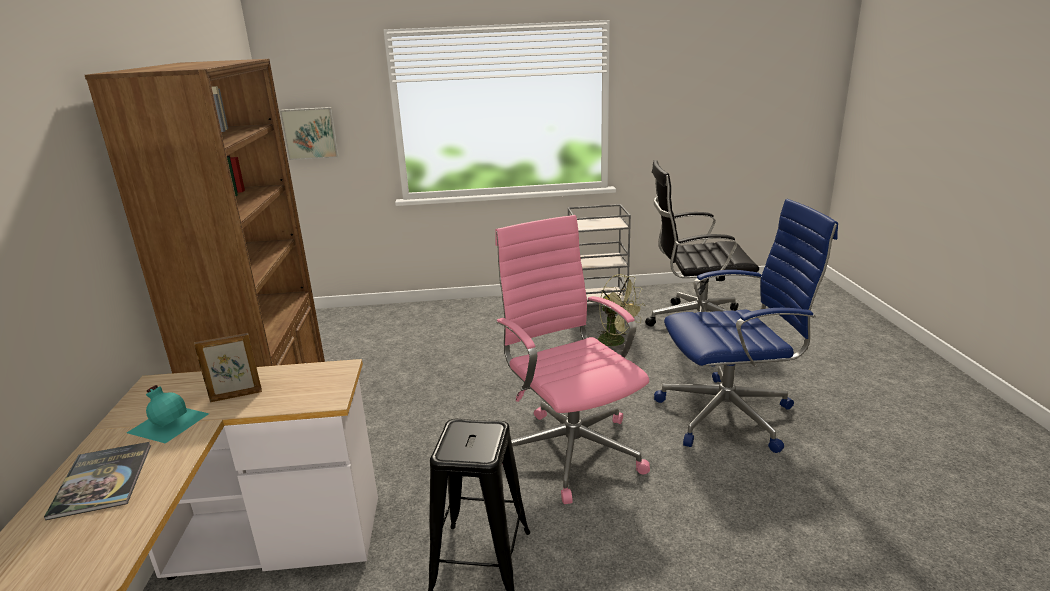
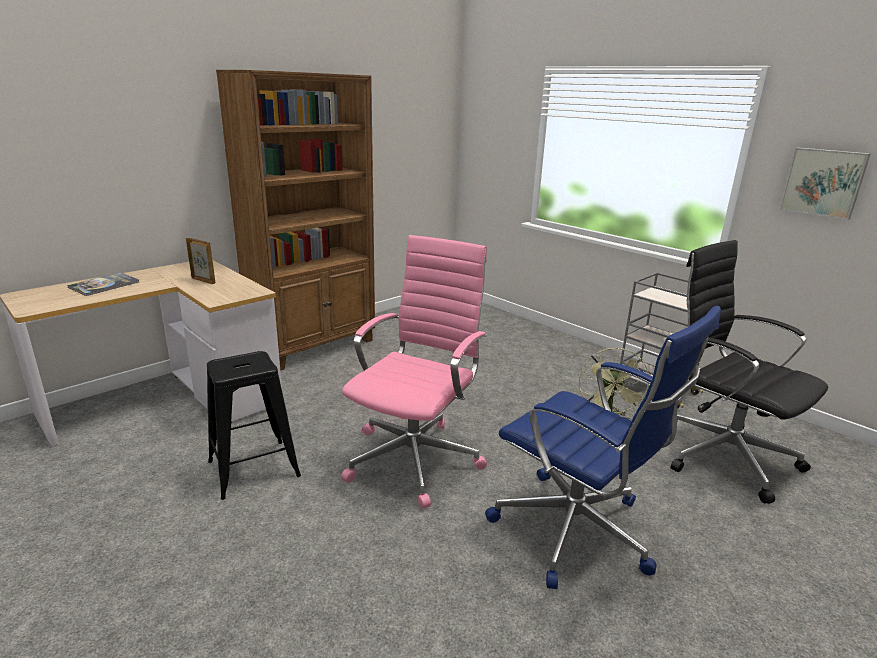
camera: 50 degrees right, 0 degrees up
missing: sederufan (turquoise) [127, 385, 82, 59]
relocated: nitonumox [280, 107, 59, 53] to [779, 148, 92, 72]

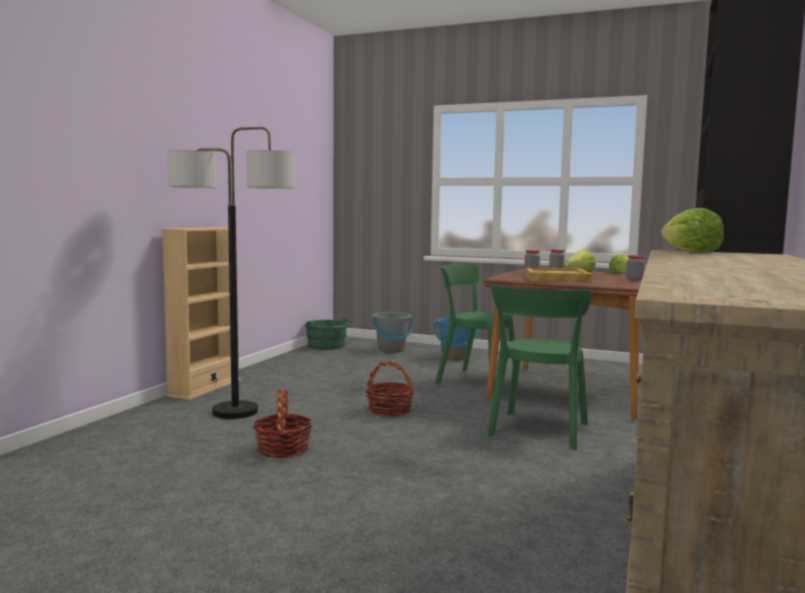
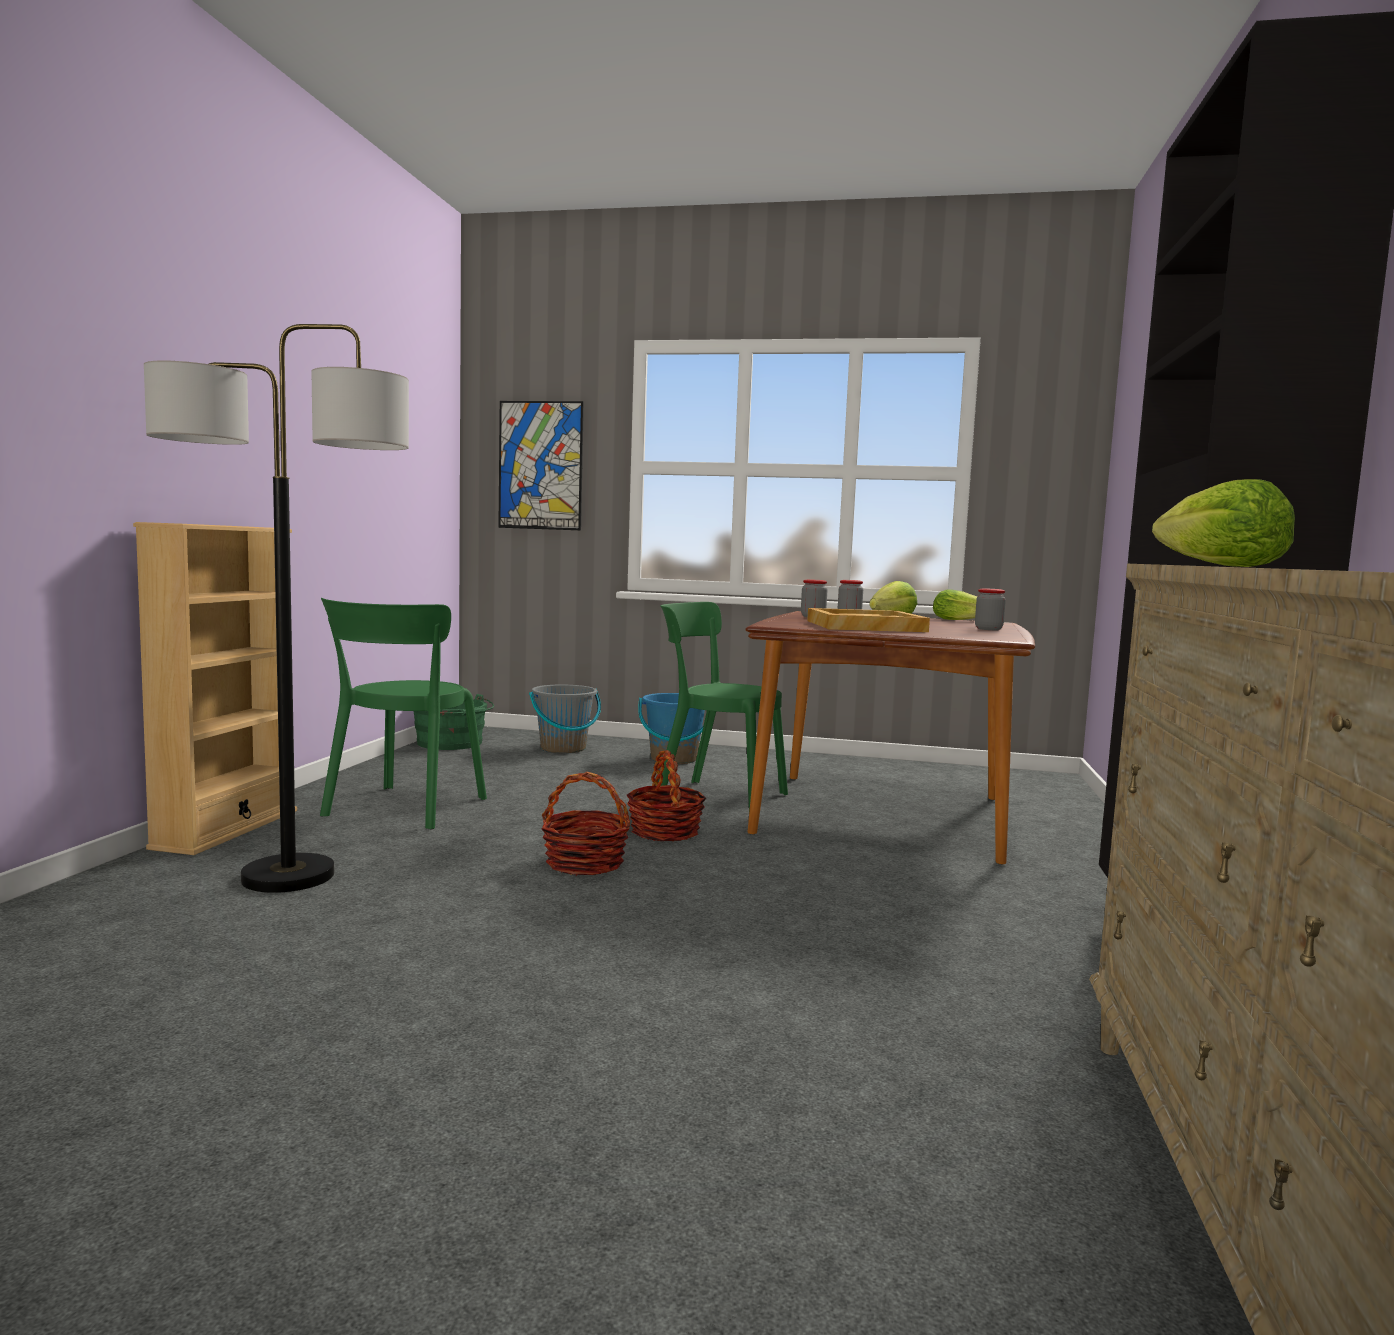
camera: 10 degrees left, 0 degrees up
appeared: nitonumox [498, 401, 86, 129]
relocated: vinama [253, 389, 59, 69] to [627, 750, 79, 91]; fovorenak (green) [487, 284, 105, 166] to [320, 598, 167, 231]

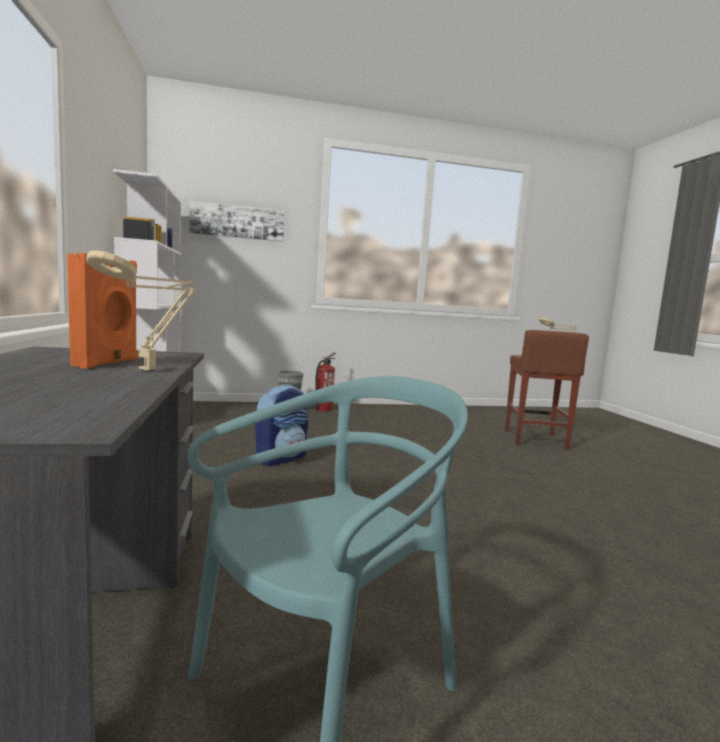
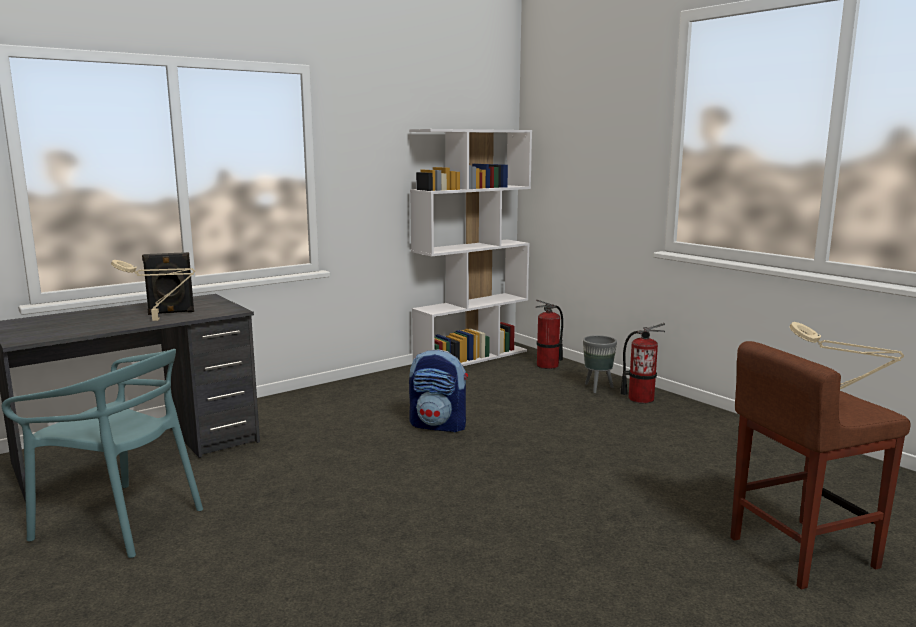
camera: 65 degrees right, 5 degrees up
missing: nitonumox [189, 201, 95, 41]
appeared: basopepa [535, 300, 28, 69]
colour: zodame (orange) [67, 253, 71, 116] to zodame (black) [142, 252, 52, 63]

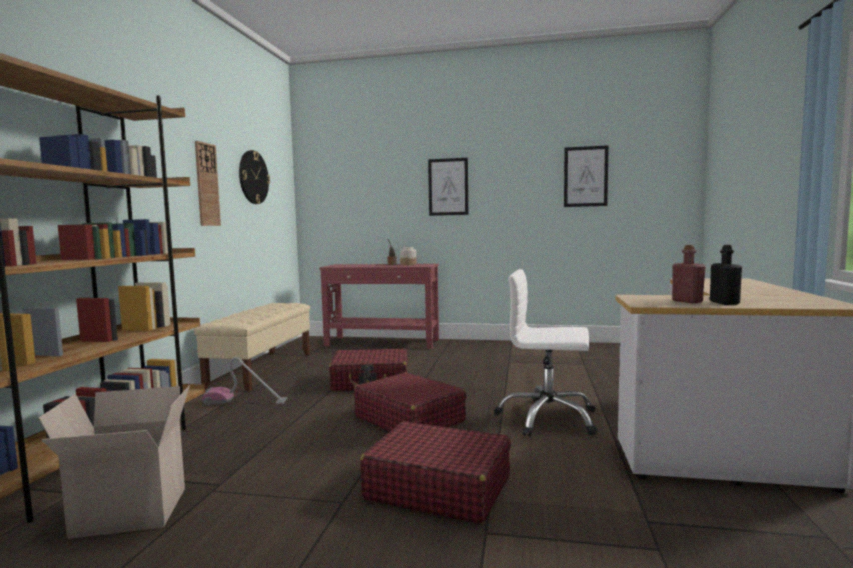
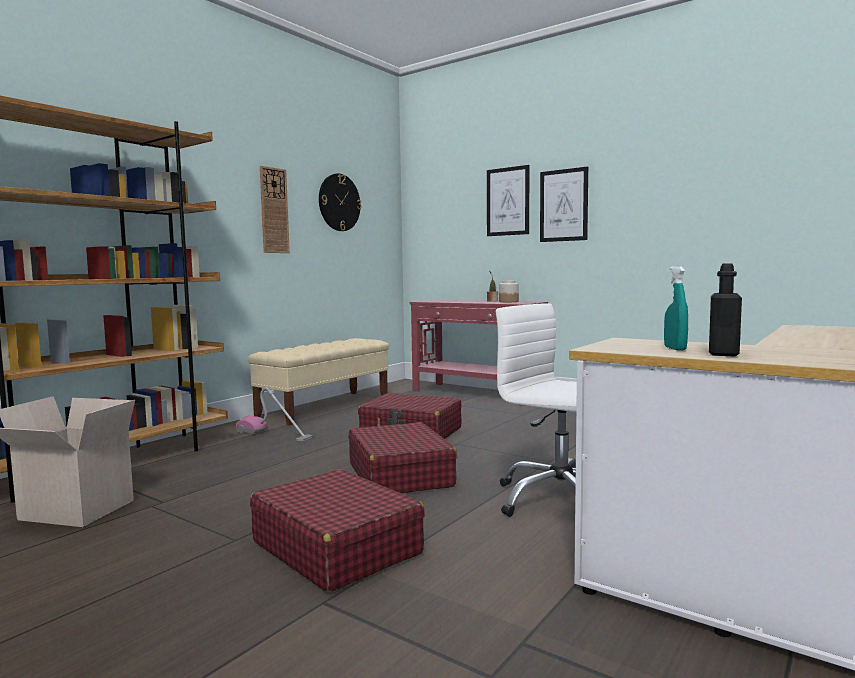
camera: 25 degrees right, 0 degrees up
relocated: nitonumox [564, 145, 45, 62] to [487, 165, 42, 71]
exchanged: sederufan (red) [672, 245, 34, 58] to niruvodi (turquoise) [664, 266, 24, 85]

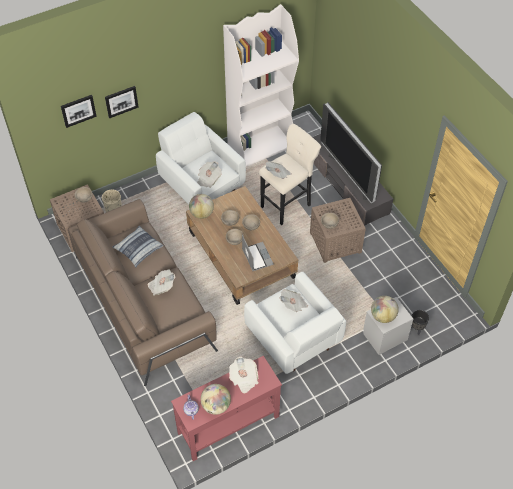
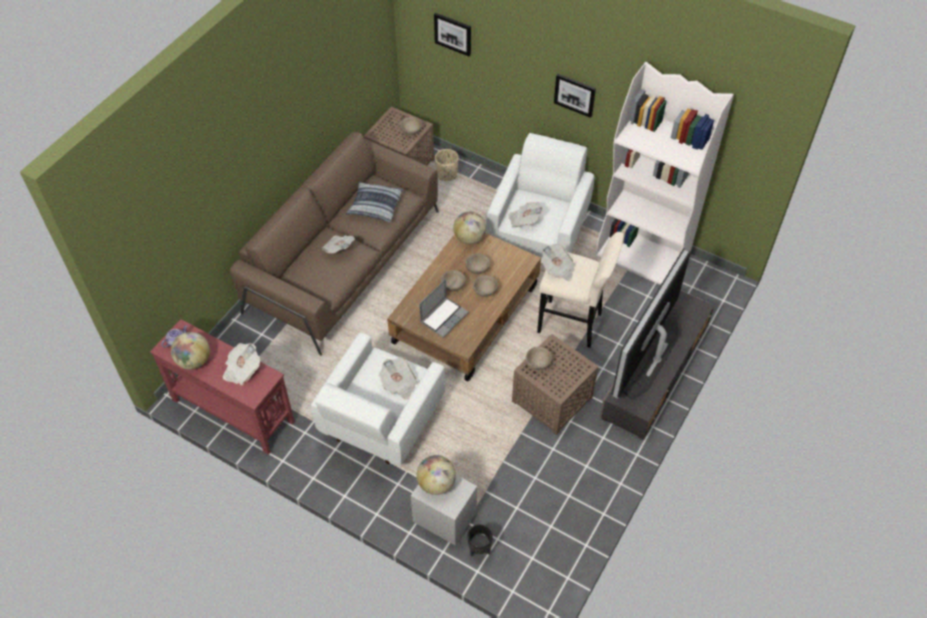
camera: 60 degrees right, 0 degrees up
relocated: nitonumox [105, 86, 34, 32] to [554, 74, 42, 44]

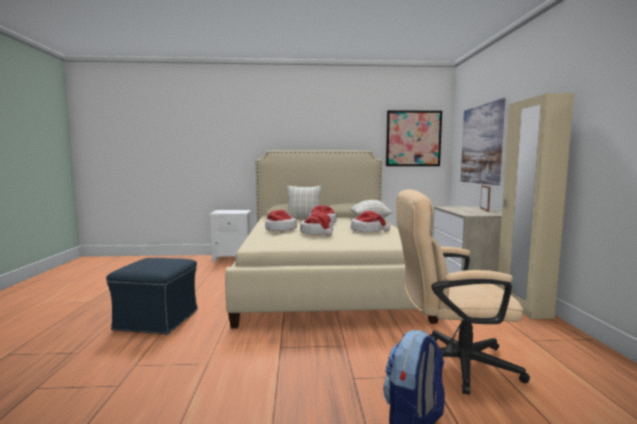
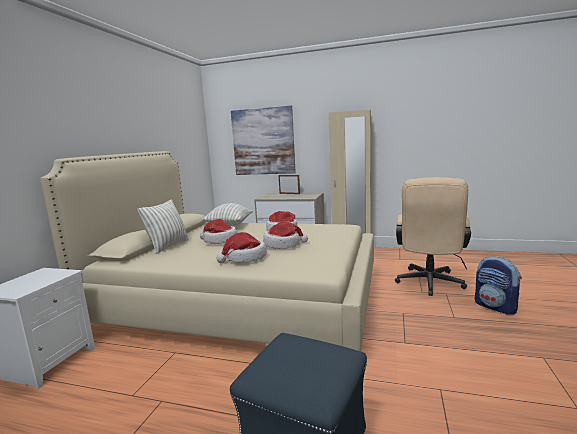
camera: 70 degrees left, 5 degrees up
missing: nitonumox [386, 110, 56, 56]

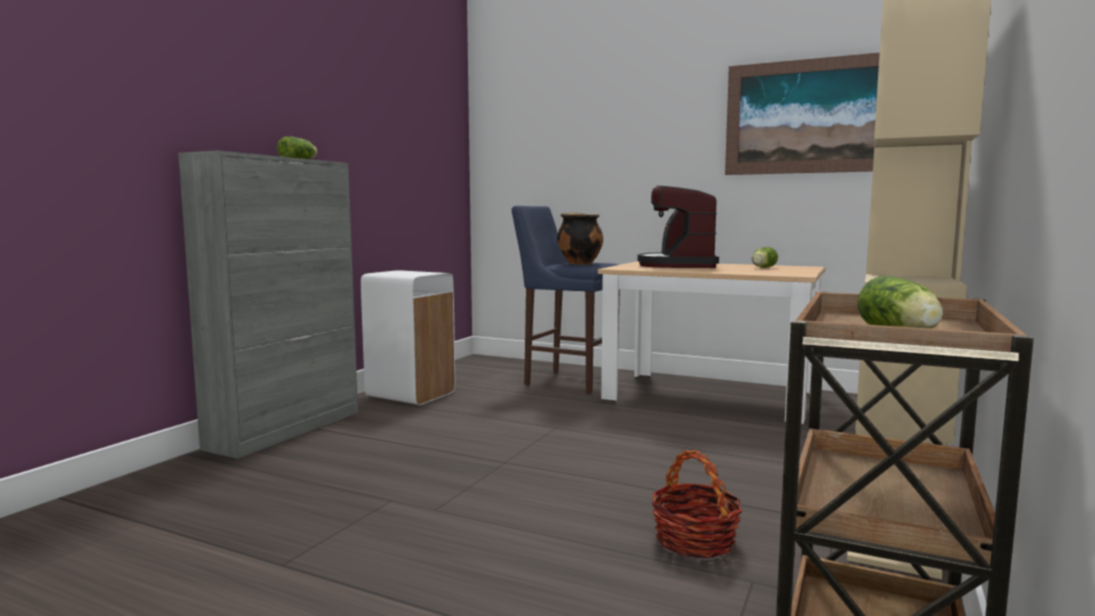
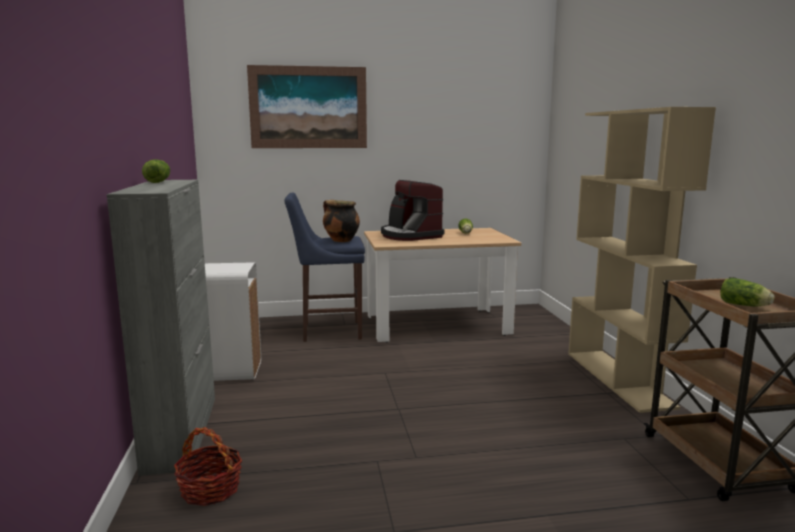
camera: 35 degrees left, 5 degrees up
relocated: vinama [651, 450, 91, 108] to [174, 427, 68, 79]; nitonumox [725, 53, 155, 122] to [247, 65, 120, 83]

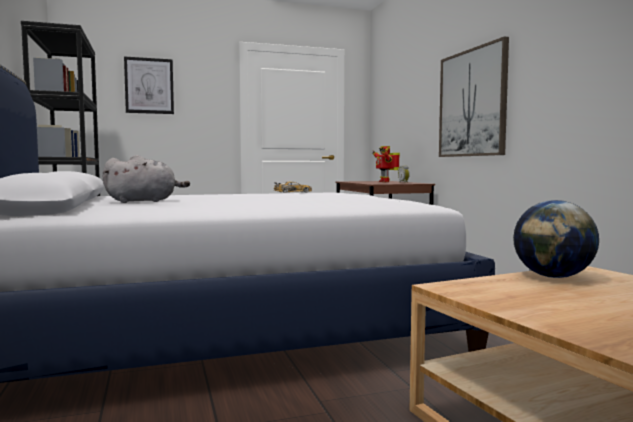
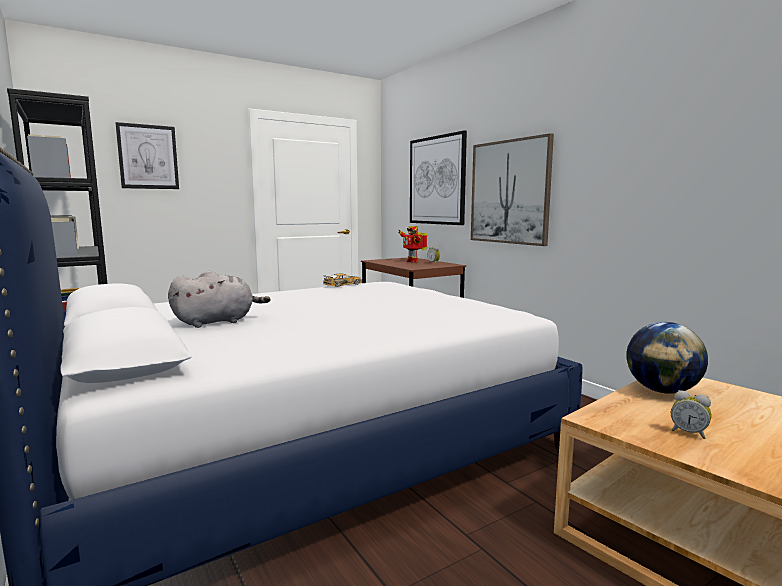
camera: 15 degrees left, 5 degrees up
appeared: nitonumox [410, 131, 57, 94]; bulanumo [671, 390, 40, 49]

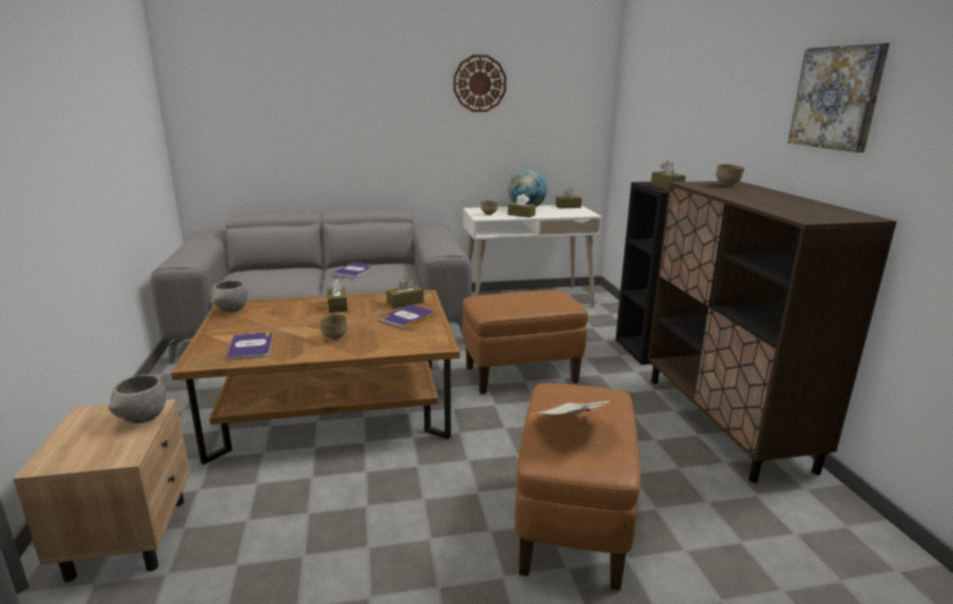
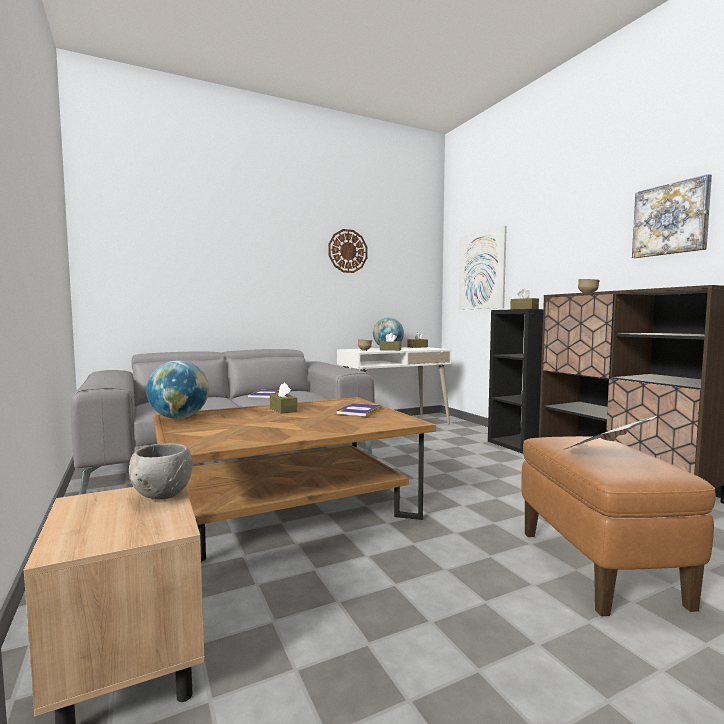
camera: 15 degrees left, 15 degrees down
missing: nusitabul [226, 332, 47, 29]; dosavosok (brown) [319, 314, 29, 26]; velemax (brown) [386, 277, 38, 32]; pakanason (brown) [462, 290, 126, 104]
appeared: nitonumox [459, 226, 48, 84]
exchanged: dosavosok (grey) [212, 280, 36, 32] to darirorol [146, 361, 63, 58]

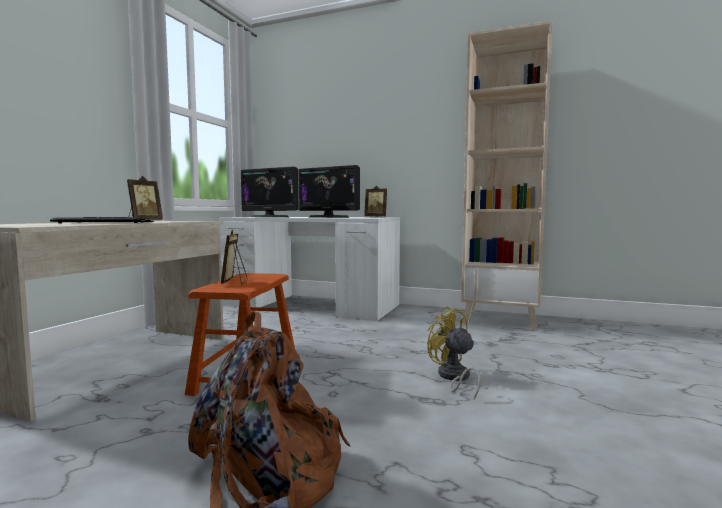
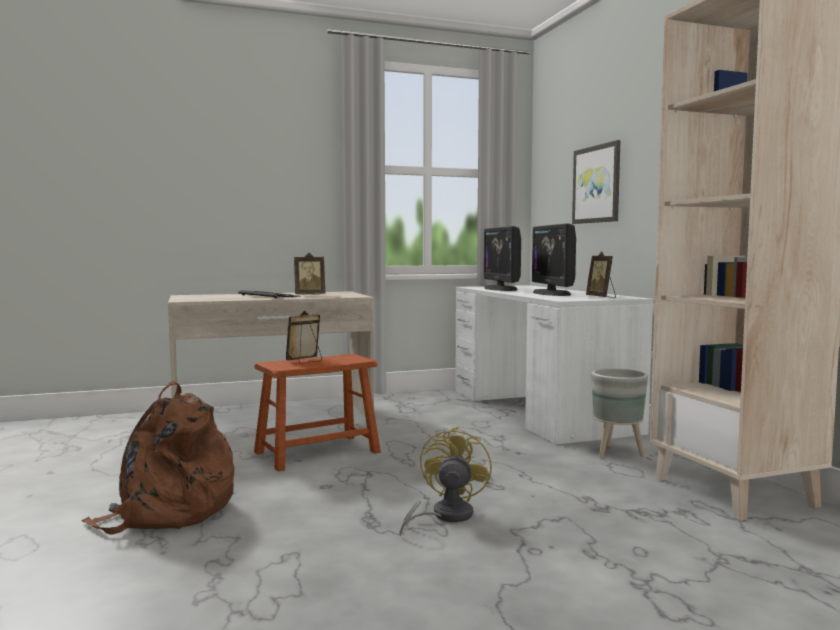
camera: 50 degrees right, 0 degrees up
appeared: nitonumox [572, 140, 48, 84]; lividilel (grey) [591, 368, 57, 90]

